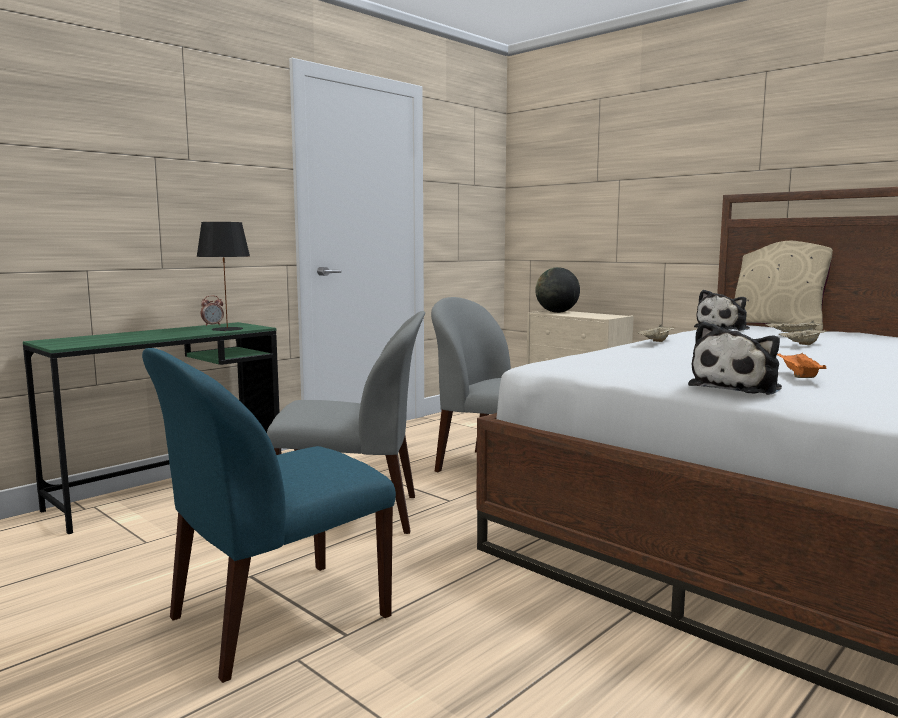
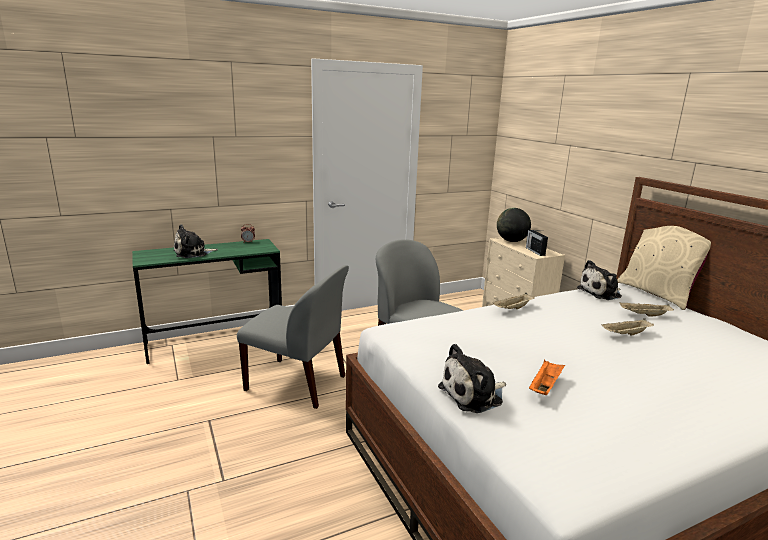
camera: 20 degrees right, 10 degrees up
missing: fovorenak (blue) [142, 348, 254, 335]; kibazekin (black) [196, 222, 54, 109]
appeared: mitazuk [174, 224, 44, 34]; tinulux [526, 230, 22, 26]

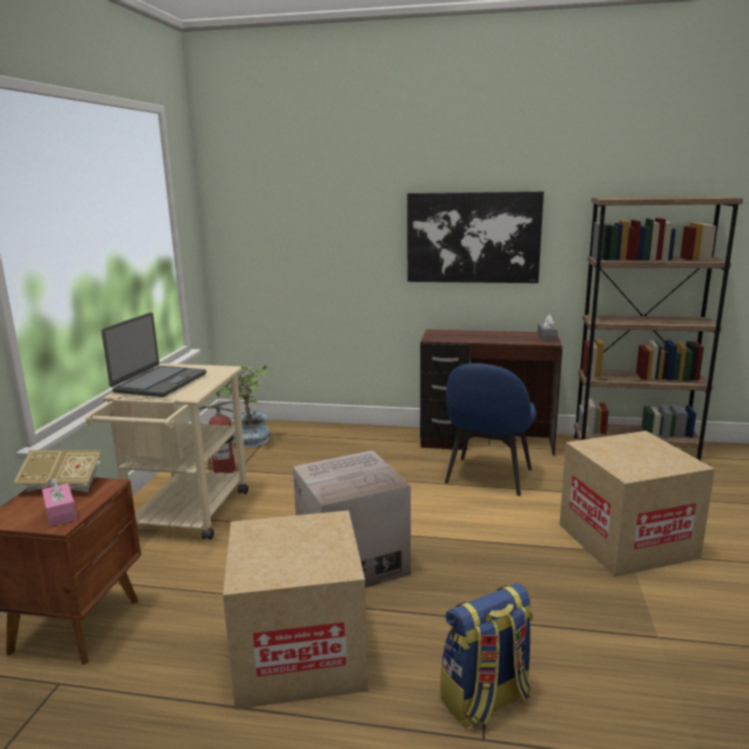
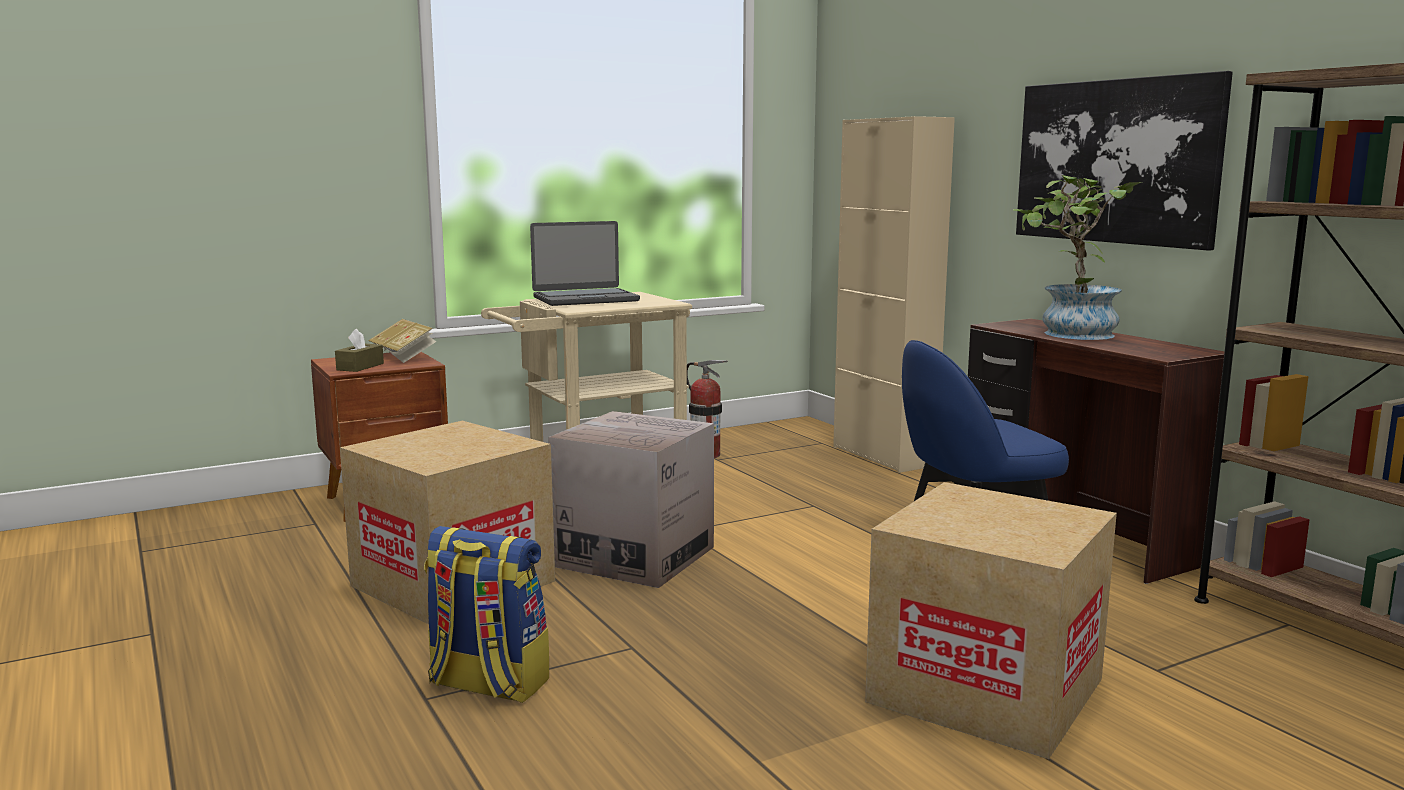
camera: 50 degrees right, 5 degrees down
missing: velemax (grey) [537, 315, 21, 26]
appeared: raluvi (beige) [833, 116, 122, 357]
relocated: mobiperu [216, 364, 56, 83] to [1013, 175, 128, 165]
colour: velemax (pink) [42, 478, 35, 48] to velemax (brown) [335, 329, 49, 43]

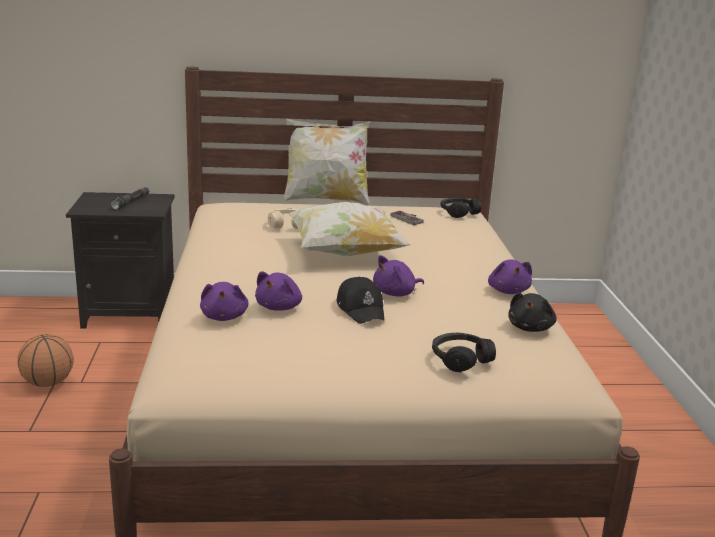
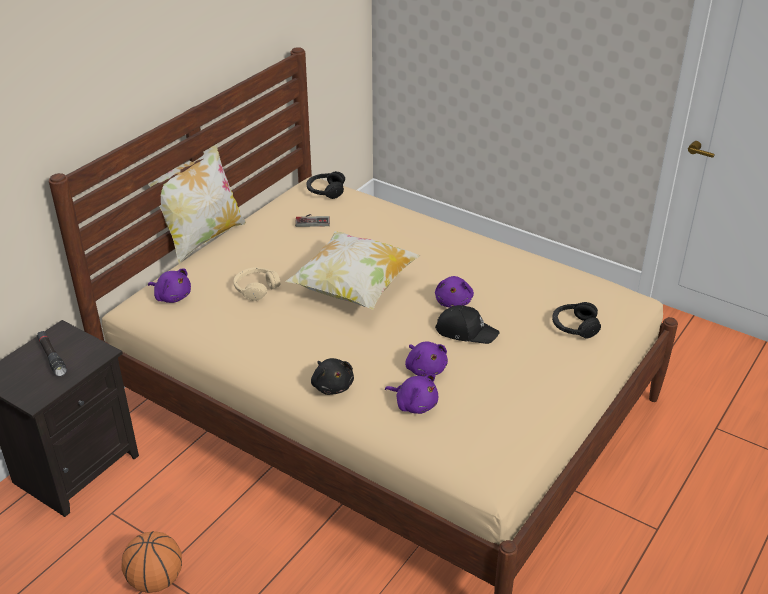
camera: 50 degrees left, 15 degrees up
relocated: mitazuk (purple) [488, 260, 44, 34] to [148, 268, 43, 35]; mitazuk (black) [509, 292, 48, 40] to [311, 358, 43, 37]

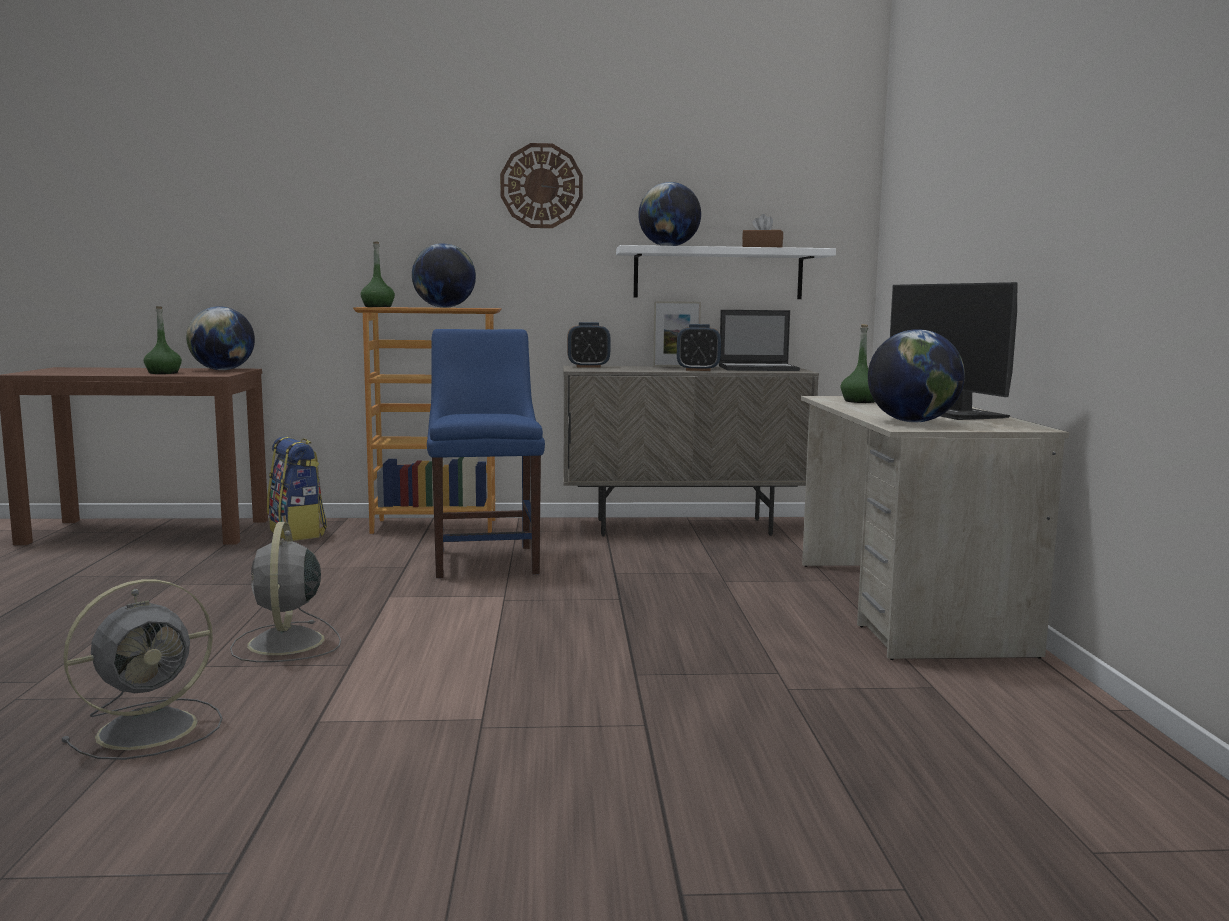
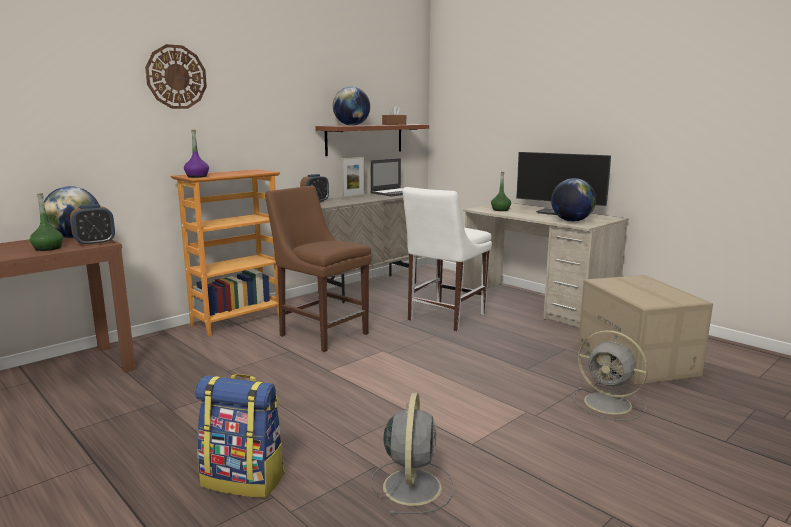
camera: 40 degrees left, 5 degrees up
missing: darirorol [412, 243, 64, 65]
appeared: fovorenak (white) [403, 187, 89, 144]; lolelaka [578, 275, 135, 110]
relocated: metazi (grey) [230, 522, 111, 140] to [574, 330, 74, 91]; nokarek [267, 436, 60, 105] to [195, 374, 90, 124]; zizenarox [500, 143, 83, 85] to [145, 44, 62, 65]; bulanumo [677, 324, 44, 47] to [70, 204, 45, 42]
colour: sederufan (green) [361, 242, 34, 65] to sederufan (purple) [184, 130, 25, 48]; fovorenak (blue) [427, 329, 118, 249] to fovorenak (brown) [265, 186, 107, 166]; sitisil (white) [616, 245, 220, 54] to sitisil (brown) [315, 124, 114, 32]

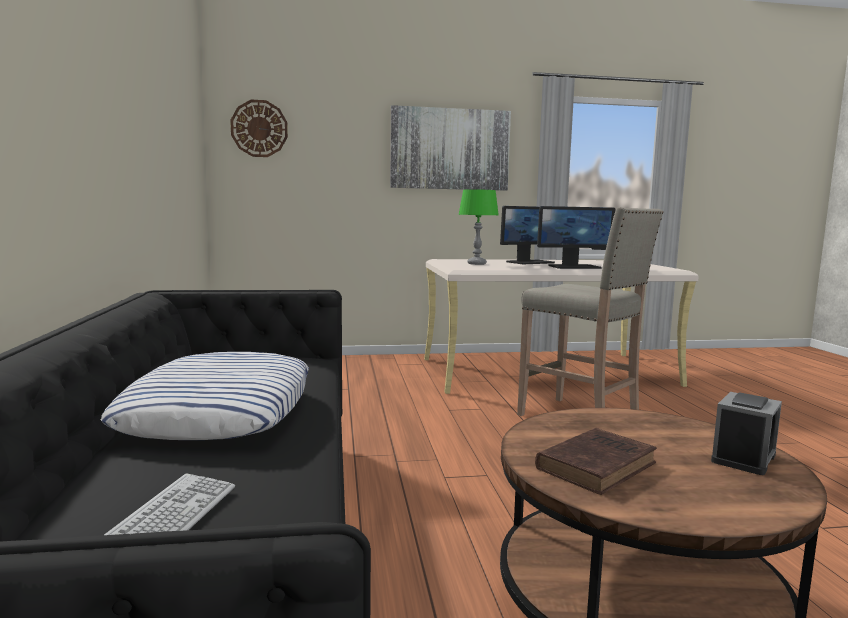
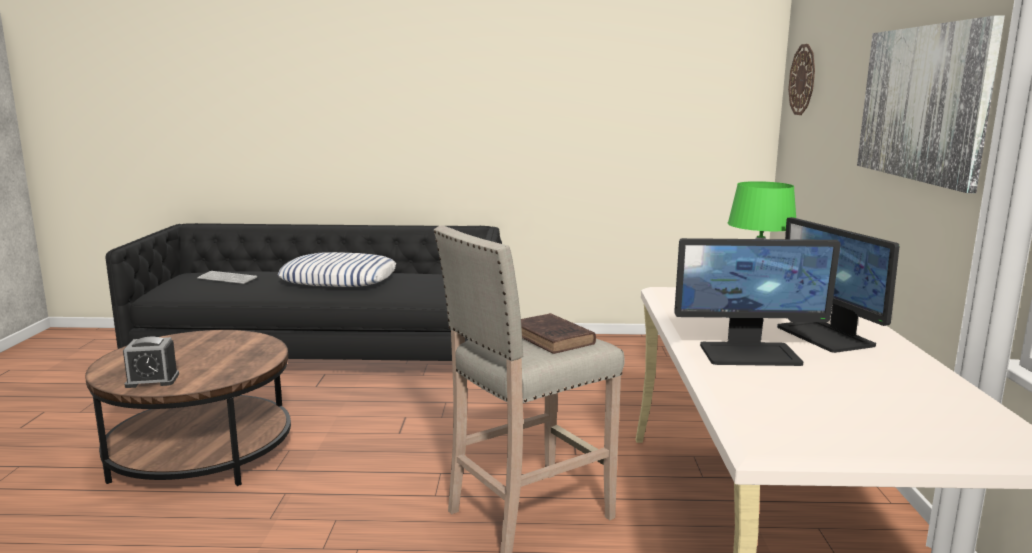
camera: 100 degrees right, 5 degrees up
relocated: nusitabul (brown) [535, 428, 122, 67] to [521, 313, 75, 41]
spun: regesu [537, 206, 78, 63] = [674, 238, 167, 128] 90 degrees counterclockwise; bulanumo [711, 392, 71, 83] = [123, 337, 56, 51] 60 degrees counterclockwise

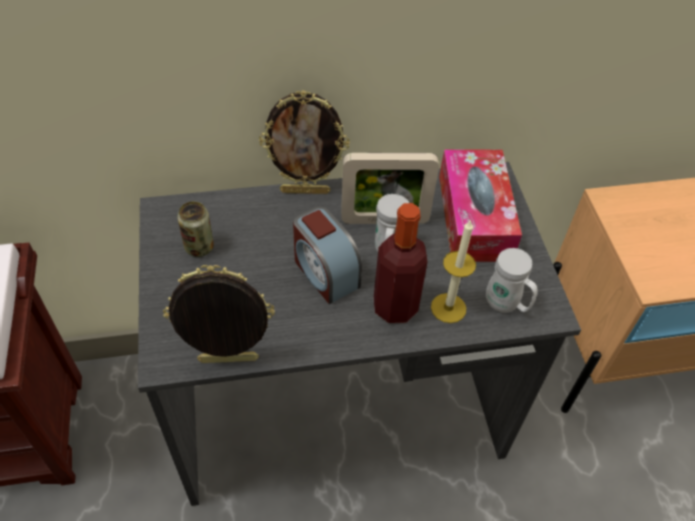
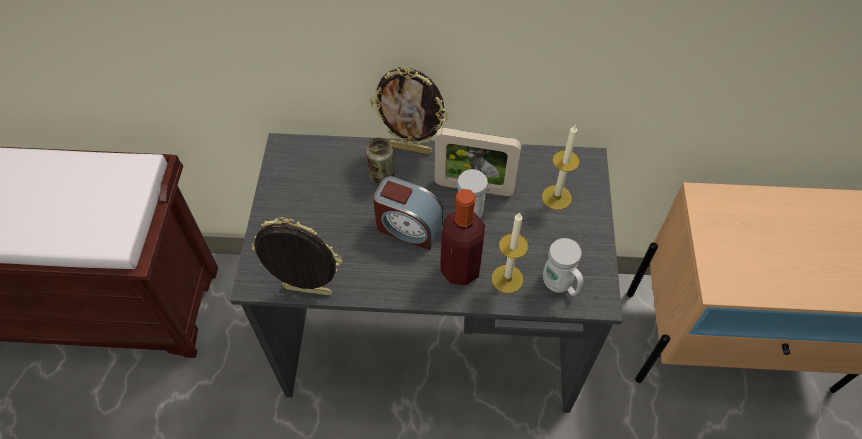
camera: 15 degrees right, 5 degrees up
relocated: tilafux [177, 201, 37, 56] to [366, 138, 28, 46]
exchanged: velemax [439, 149, 83, 113] to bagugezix [542, 125, 38, 85]
spun: bulanumo [293, 206, 69, 98] = [373, 176, 70, 74] 45 degrees counterclockwise

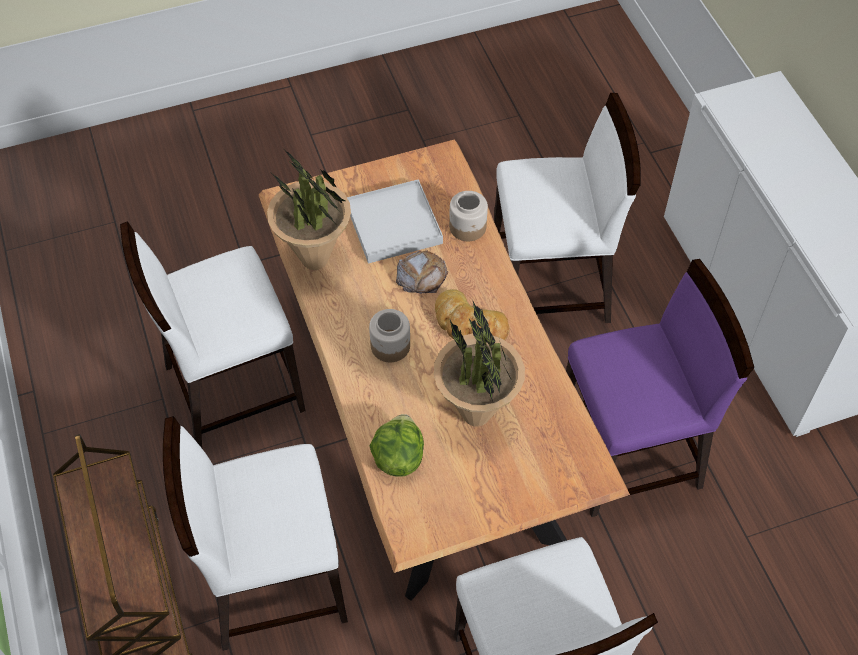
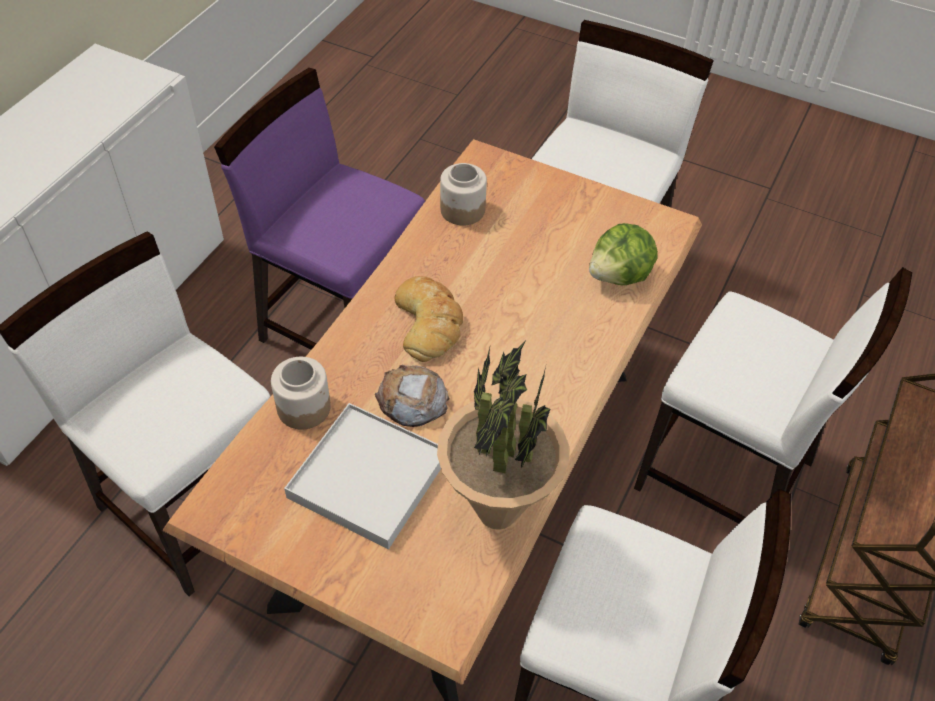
camera: 135 degrees left, 5 degrees down
missing: mobiperu [434, 302, 91, 125]
relocated: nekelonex [369, 309, 41, 53] to [440, 163, 47, 62]

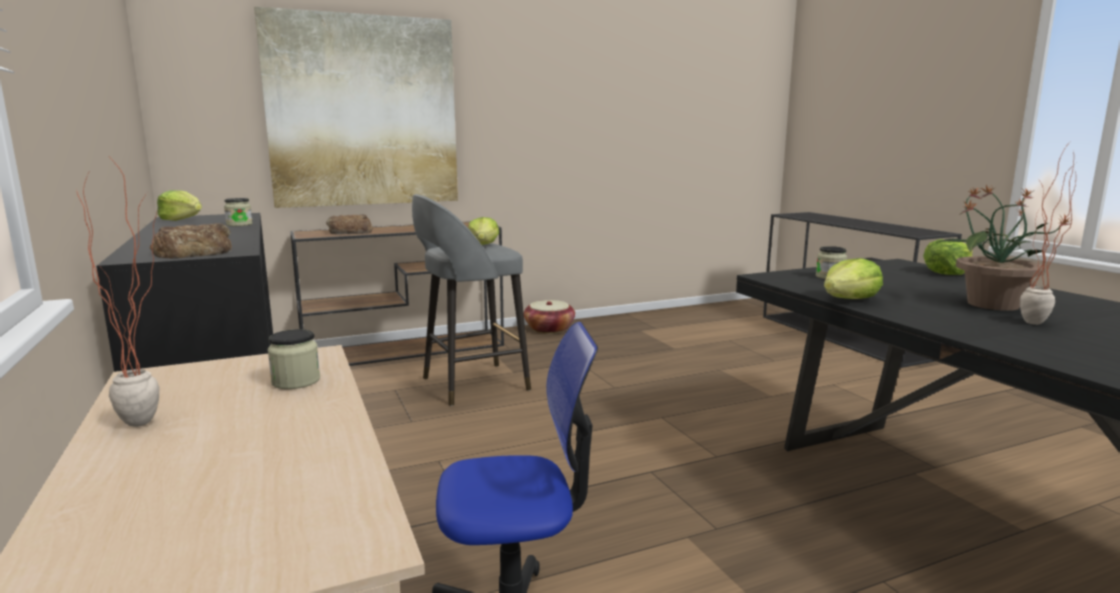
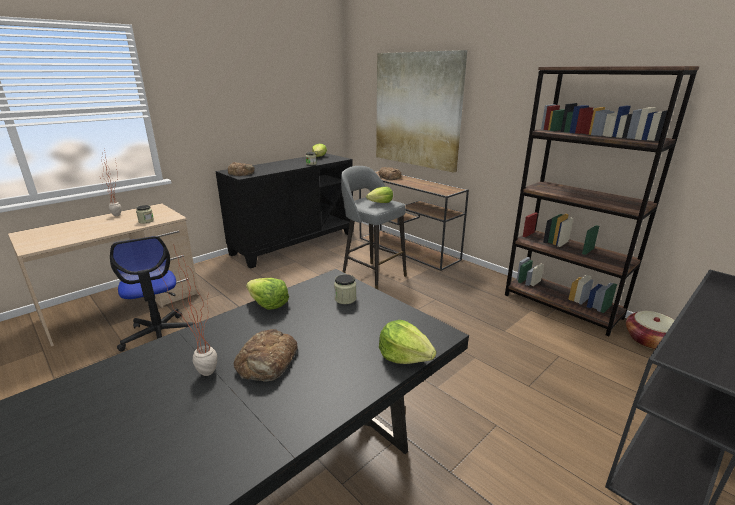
camera: 70 degrees right, 10 degrees up
appeared: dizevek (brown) [505, 66, 195, 271]
relocated: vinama [524, 300, 51, 34] to [626, 311, 49, 39]
exchanged: mobiperu [937, 185, 134, 126] to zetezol [234, 329, 64, 52]

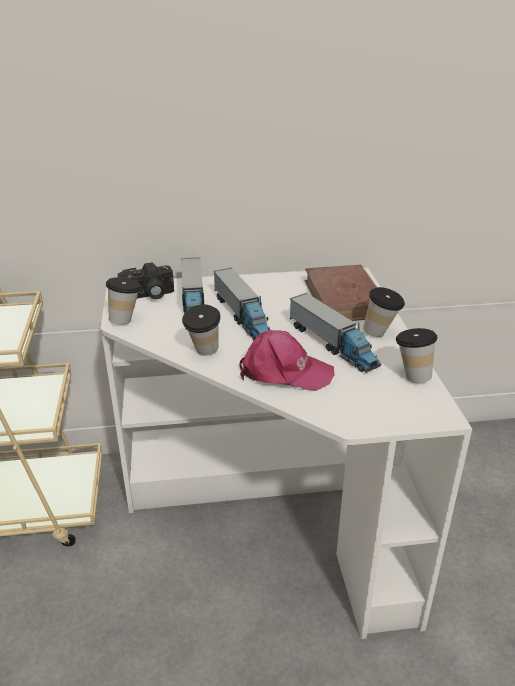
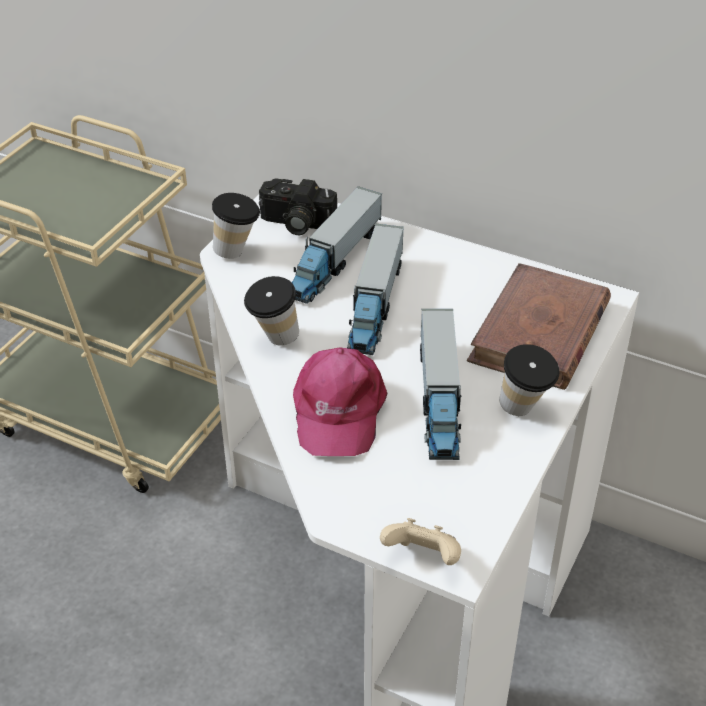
camera: 35 degrees right, 10 degrees up
missing: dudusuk [396, 328, 41, 55]
appeared: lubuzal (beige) [380, 518, 81, 47]
spun: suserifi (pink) [239, 330, 95, 61] = [293, 348, 95, 108] 45 degrees clockwise

